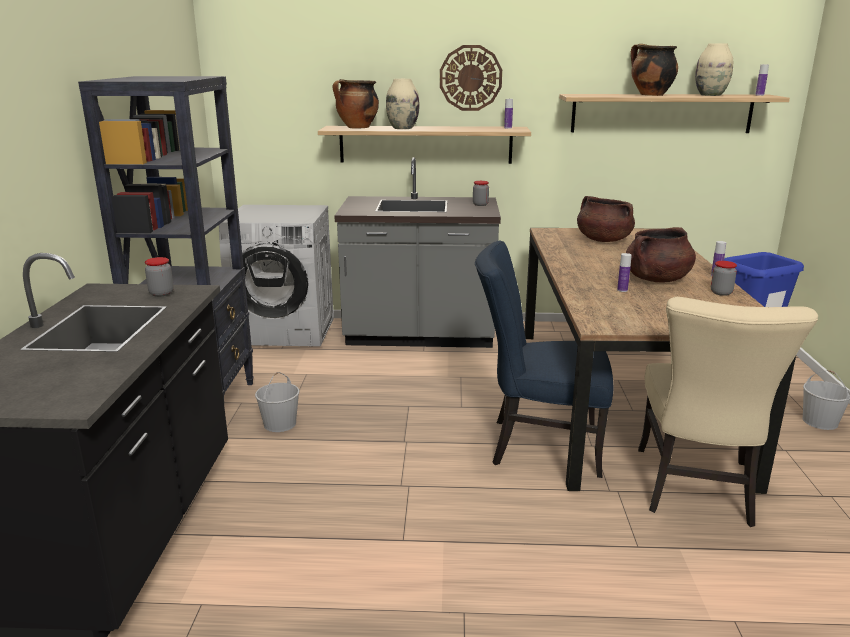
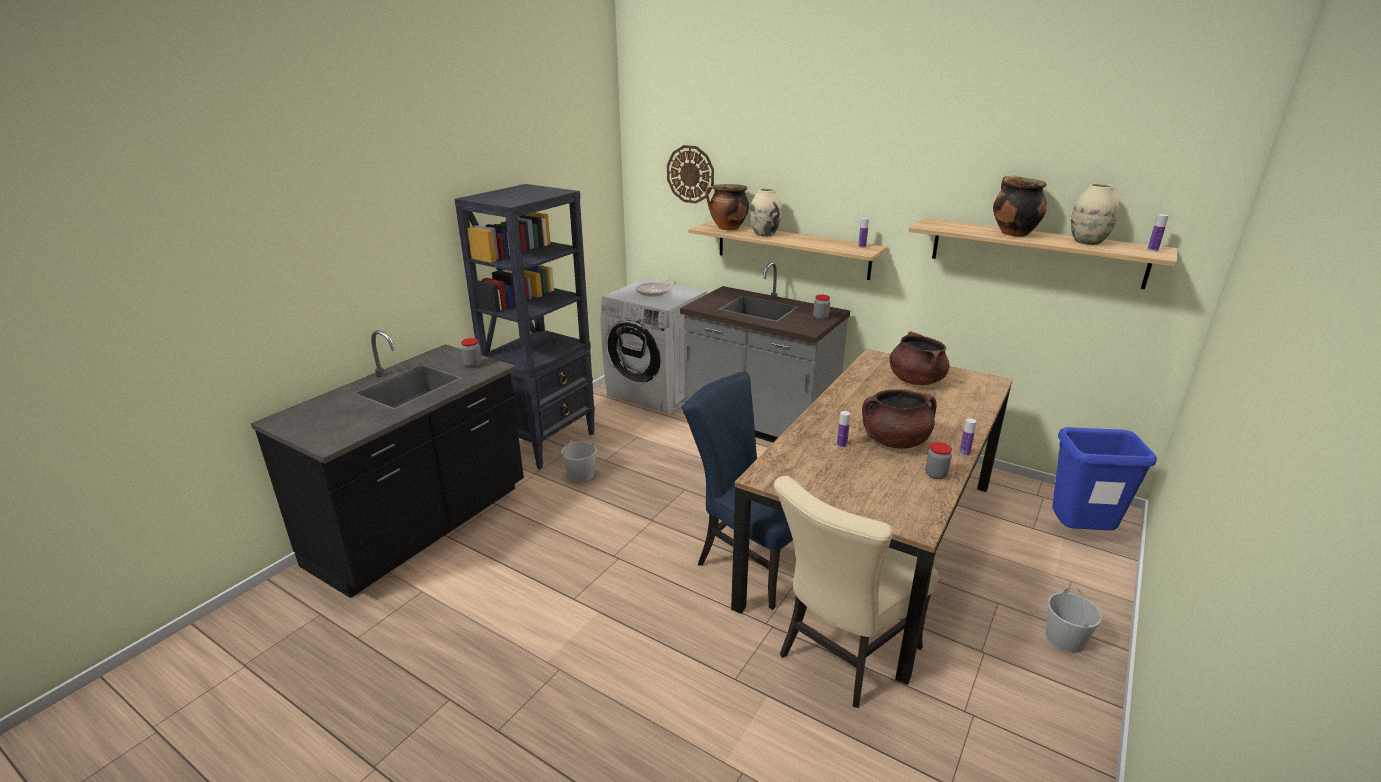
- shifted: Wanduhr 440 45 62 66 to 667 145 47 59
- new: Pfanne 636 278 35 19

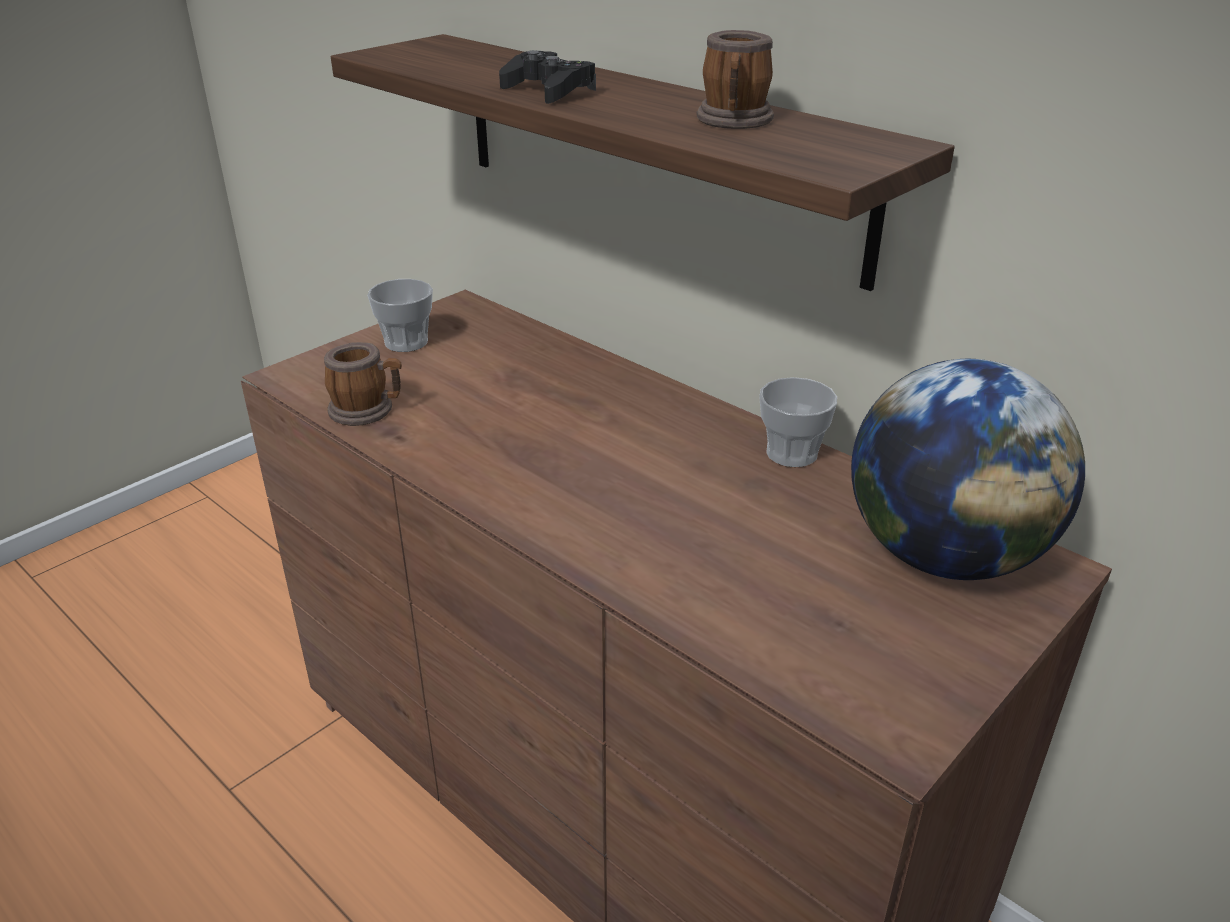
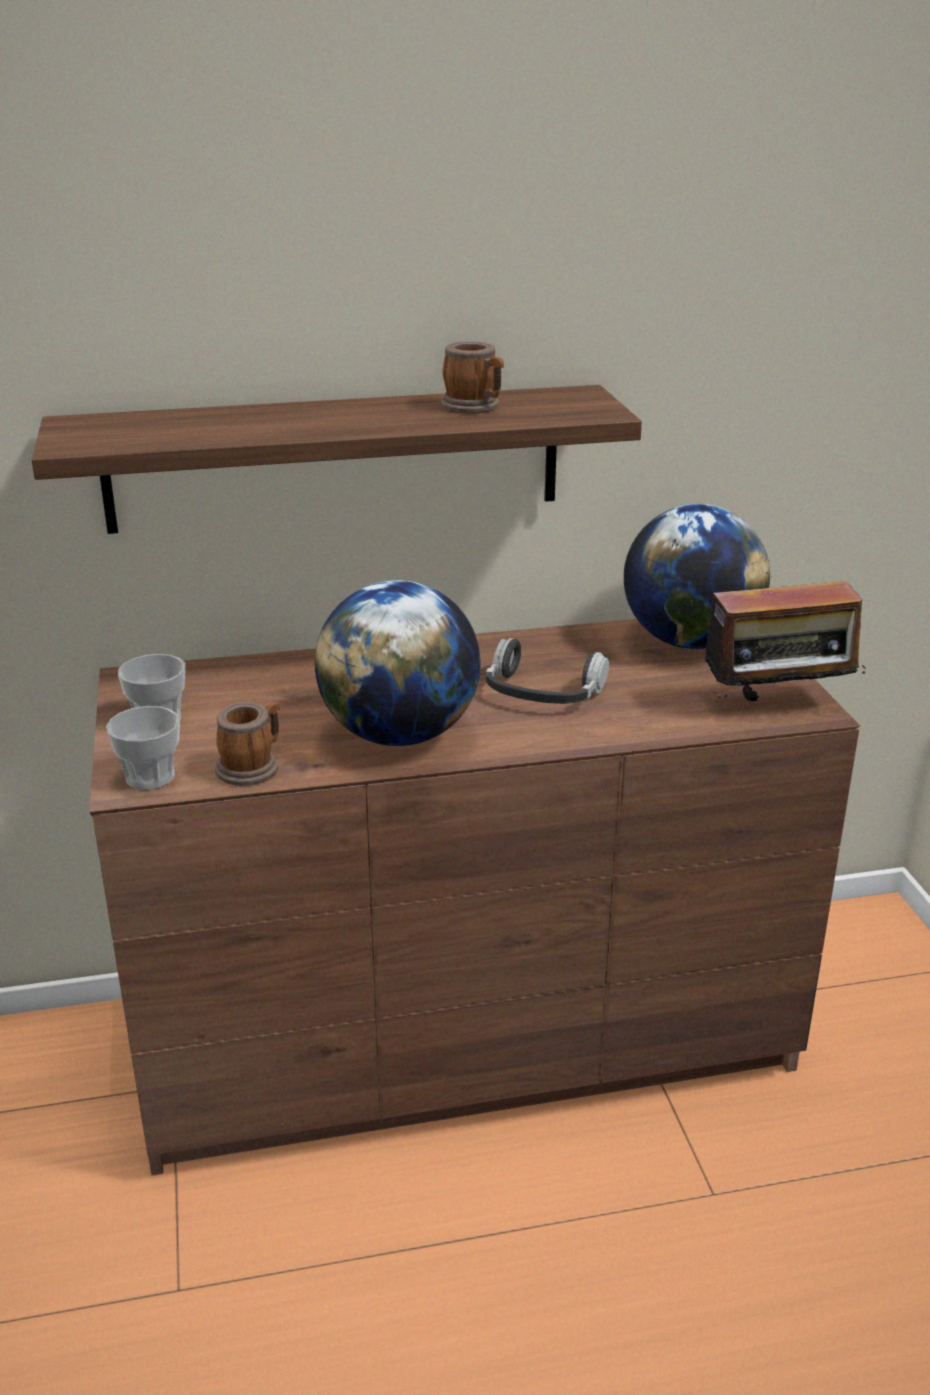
- gone: Gamepad (schwarz) 499 50 97 54
- shifted: Tasse 759 377 78 90 to 106 706 74 84
- new: Globus 315 580 166 166
- new: Kopfhörer 486 638 123 66
- new: Radio 695 559 172 143

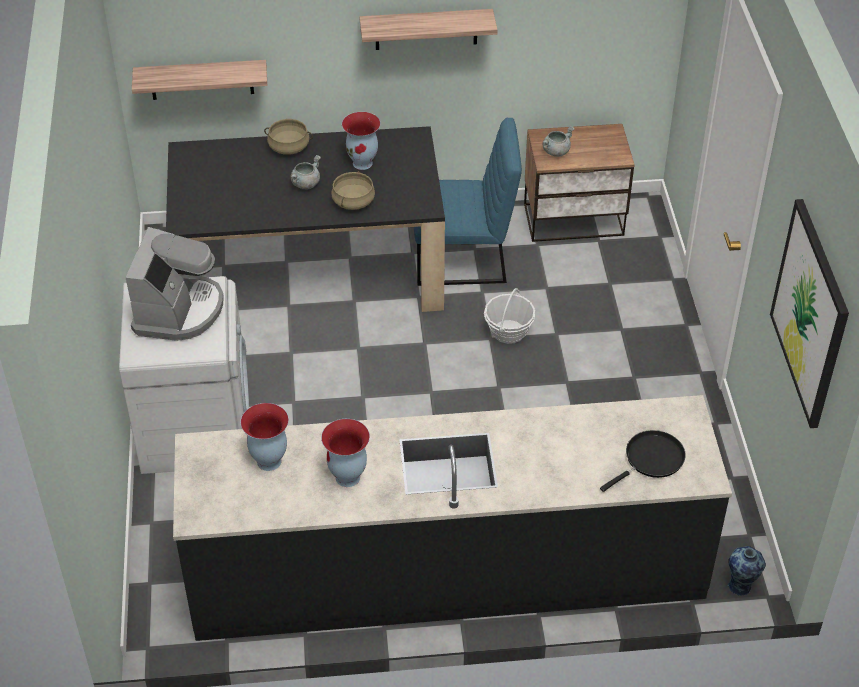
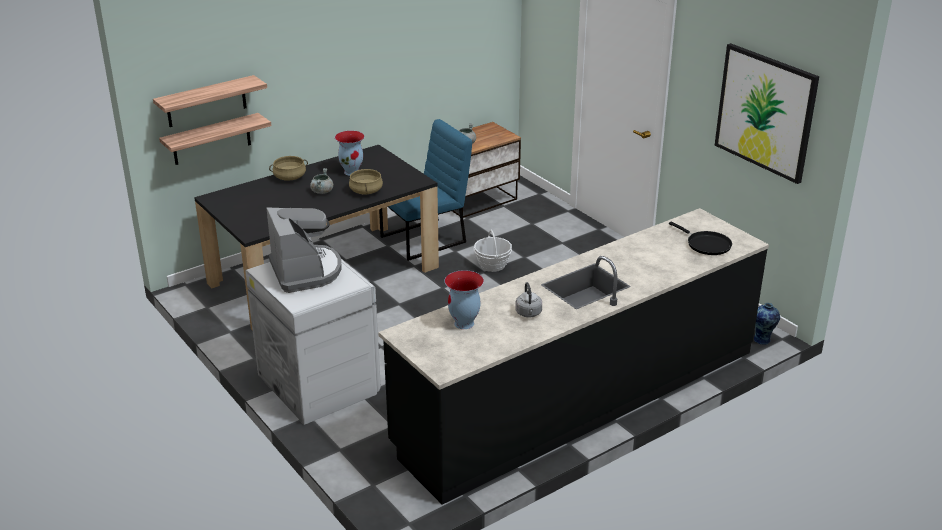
- swapped: Vase 321 419 49 68 to Wasserkessel (grau) 515 282 27 35
- shifted: Wandregal 360 9 138 41 to 153 75 114 52
- rotated: Pfanne (schwarz) 600 430 86 62 = 669 222 63 33 120 degrees clockwise

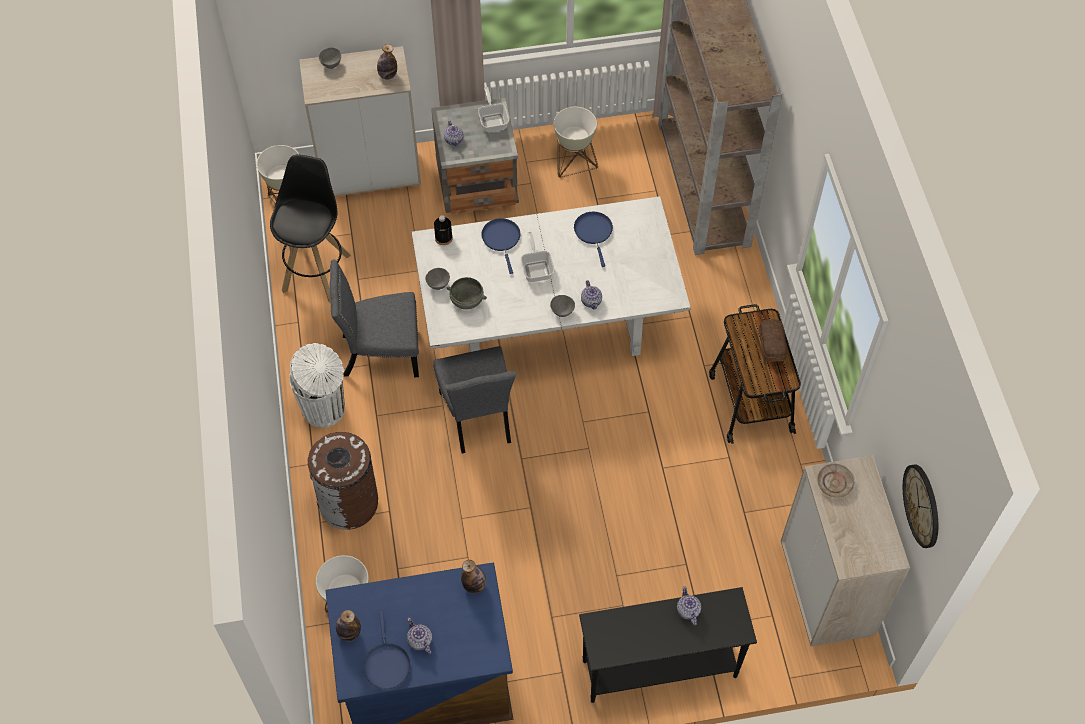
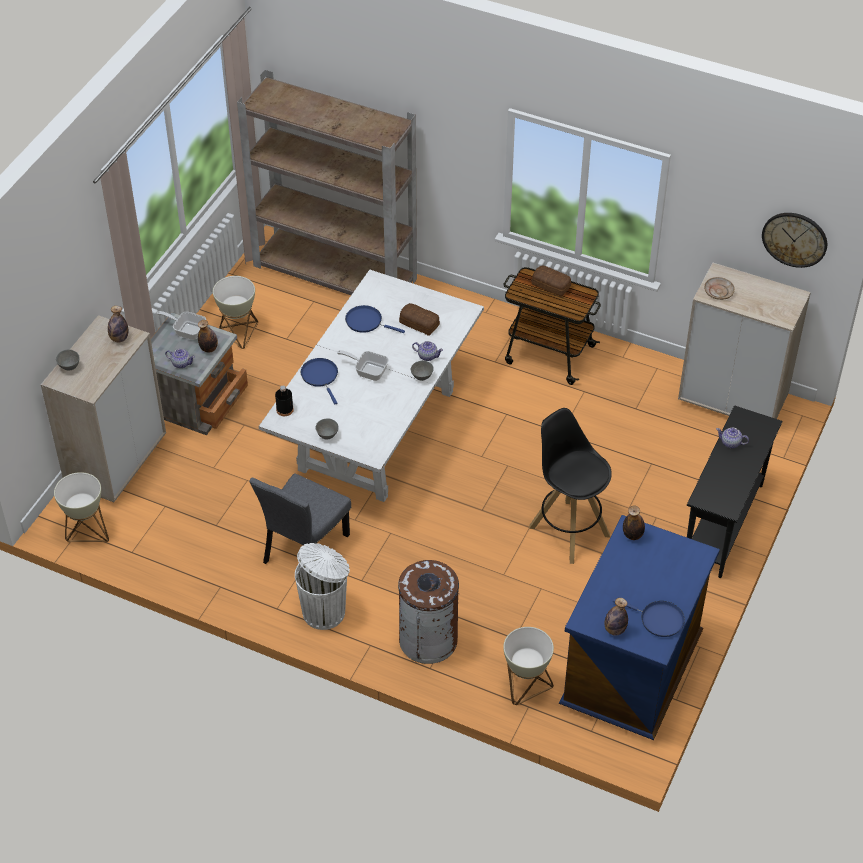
- shifted: Hocker (schwarz) 270 154 81 149 to 529 408 83 156
- gone: Teekanne 407 618 25 36
- gone: Stuhl (grau) 433 346 83 107
- gone: Schüssel (grau) 447 277 40 33
- rotated: Pfanne (blau) 481 218 40 56 = 301 358 37 47 45 degrees clockwise
- new: Flasche 198 320 20 33
- new: Brot 399 303 41 33

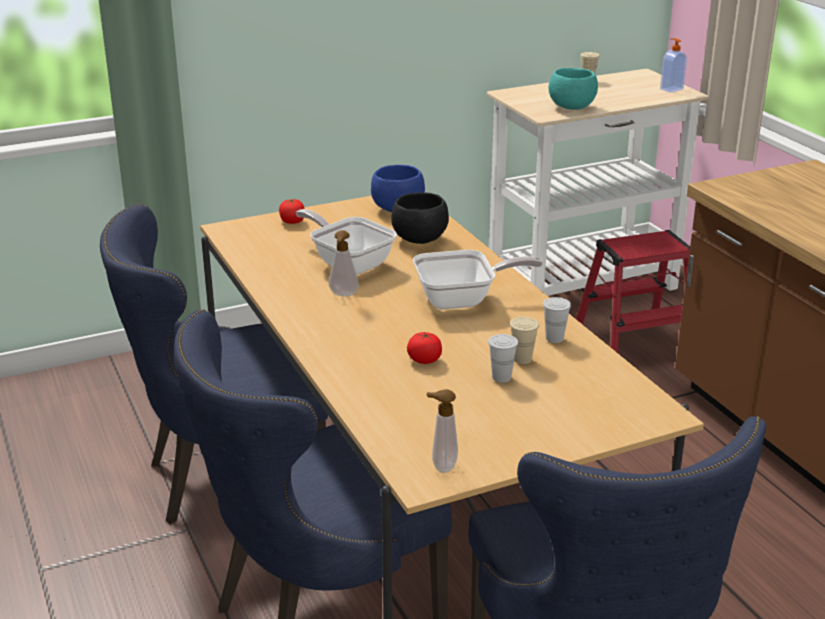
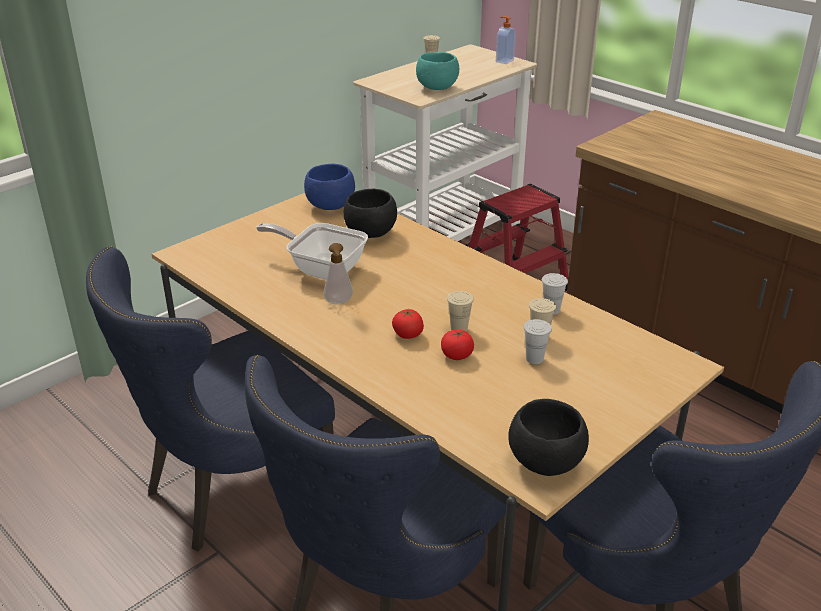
- shifted: Tomate 279 199 26 25 to 392 309 32 30
- gone: Pfanne 413 250 130 59
- swapped: Seifenspender 427 389 31 84 to Schüssel (schwarz) 508 399 81 77
- new: Tasse (beige) 447 291 27 41

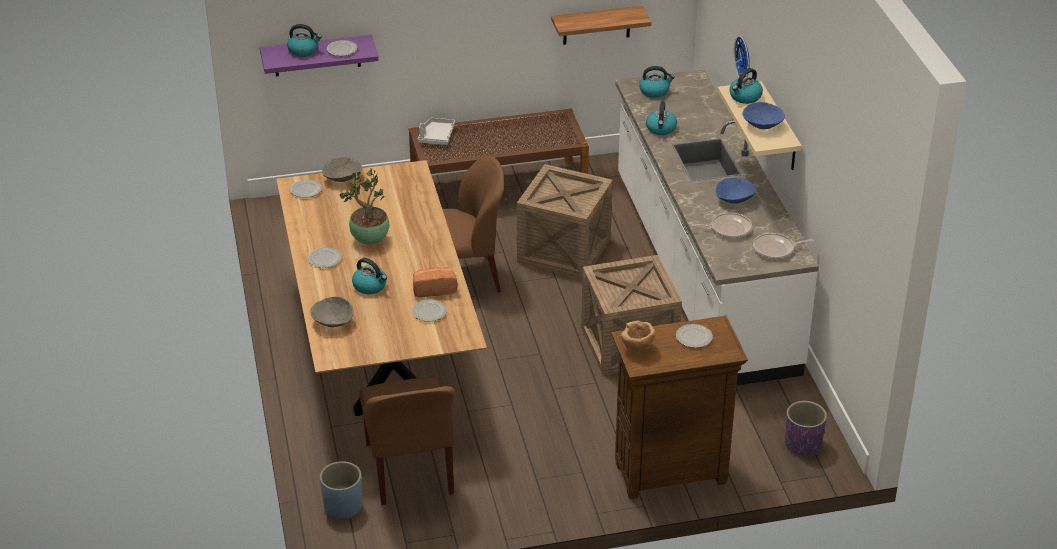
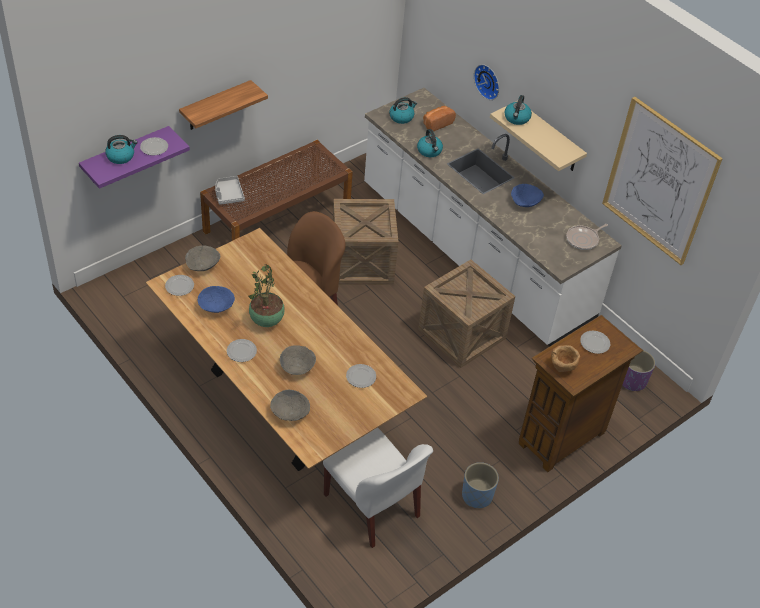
- shifted: Pflanzkübel (blau) 320 461 42 58 to 462 462 37 46
- swapped: Wasserkessel 352 258 35 36 to Schüssel (grau) 280 345 36 30
- repainted: Stuhl (braun) 359 378 96 127 to Stuhl (weiß) 323 428 110 120
- shifted: Brot 413 267 45 30 to 423 106 33 26
- shifted: Wandregal 551 6 101 39 to 179 80 89 50
- gone: Pfanne 691 213 61 26
- shifted: Schüssel (blau) 742 102 43 27 to 198 286 37 27
- new: Bild 602 97 121 168

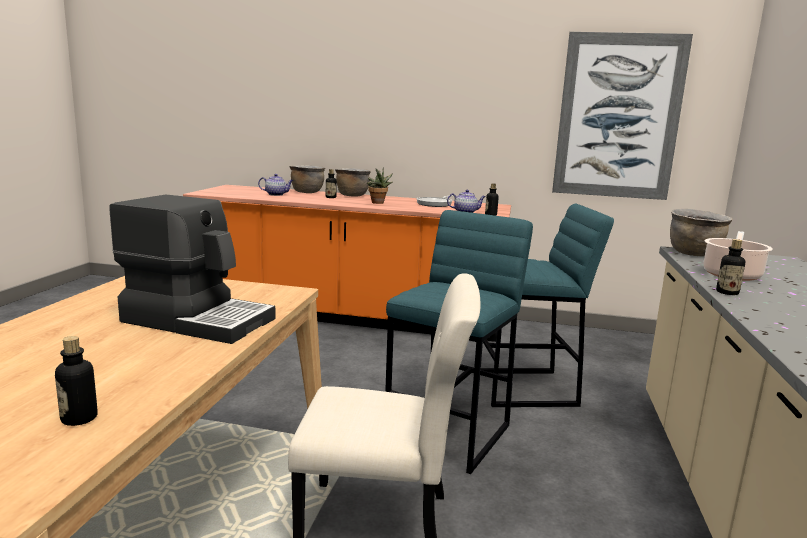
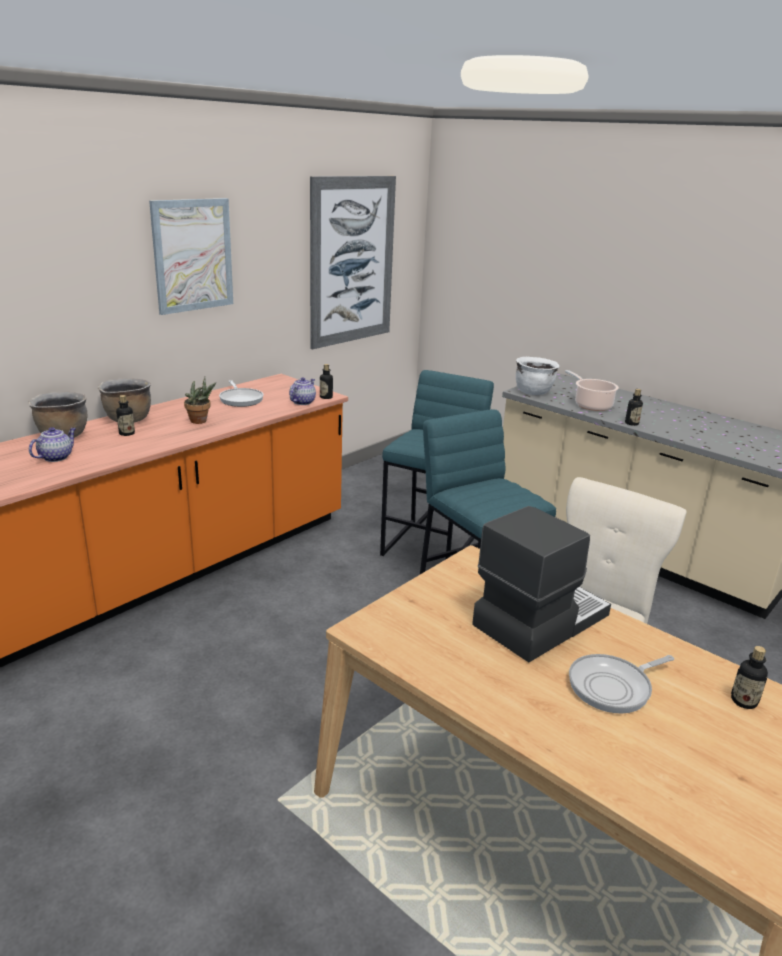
- repainted: Kochtopf (braun) 670 208 62 48 to Kochtopf (weiß) 516 357 43 38
- new: Bild 149 198 84 117
- new: Pfanne 569 654 105 60

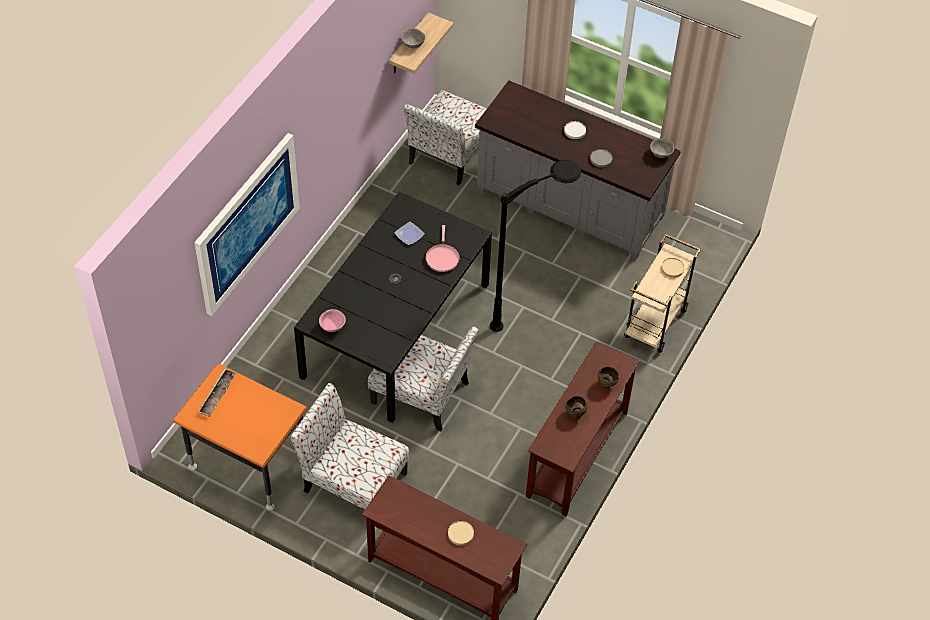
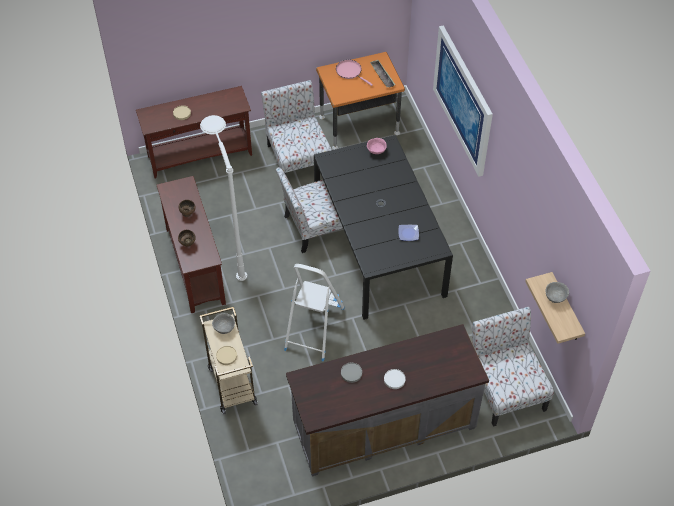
- rotated: Stuhl 290 383 119 127 = 261 80 71 94 90 degrees counterclockwise
- shifted: Pfanne (rosa) 425 225 35 47 to 336 60 37 26
- swapped: Stehlampe (schwarz) 490 160 91 172 to Trittleiter (weiß) 284 264 61 97
- shifted: Schüssel (grau) 650 138 24 20 to 212 313 23 21
- new: Stehlampe (weiß) 200 115 47 166

